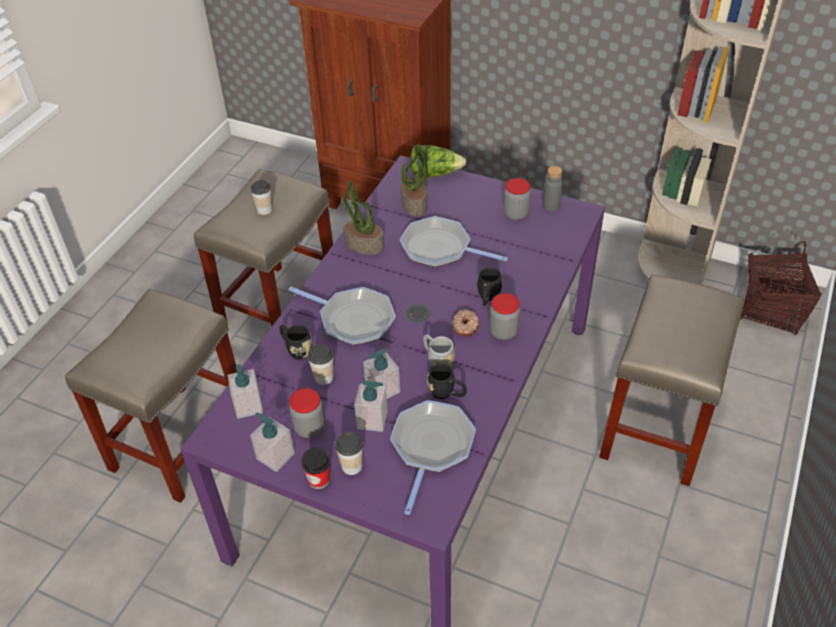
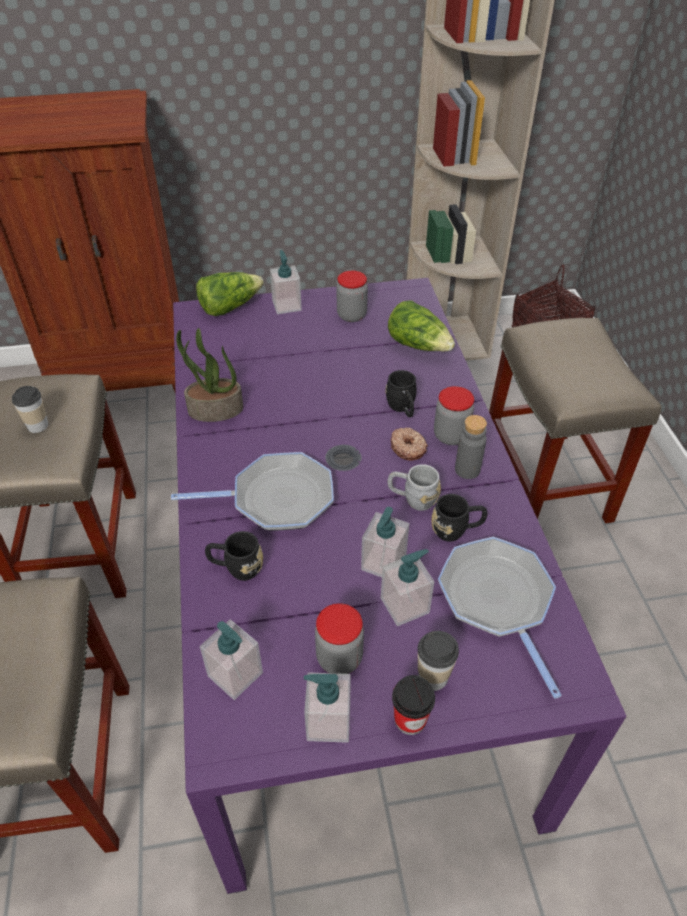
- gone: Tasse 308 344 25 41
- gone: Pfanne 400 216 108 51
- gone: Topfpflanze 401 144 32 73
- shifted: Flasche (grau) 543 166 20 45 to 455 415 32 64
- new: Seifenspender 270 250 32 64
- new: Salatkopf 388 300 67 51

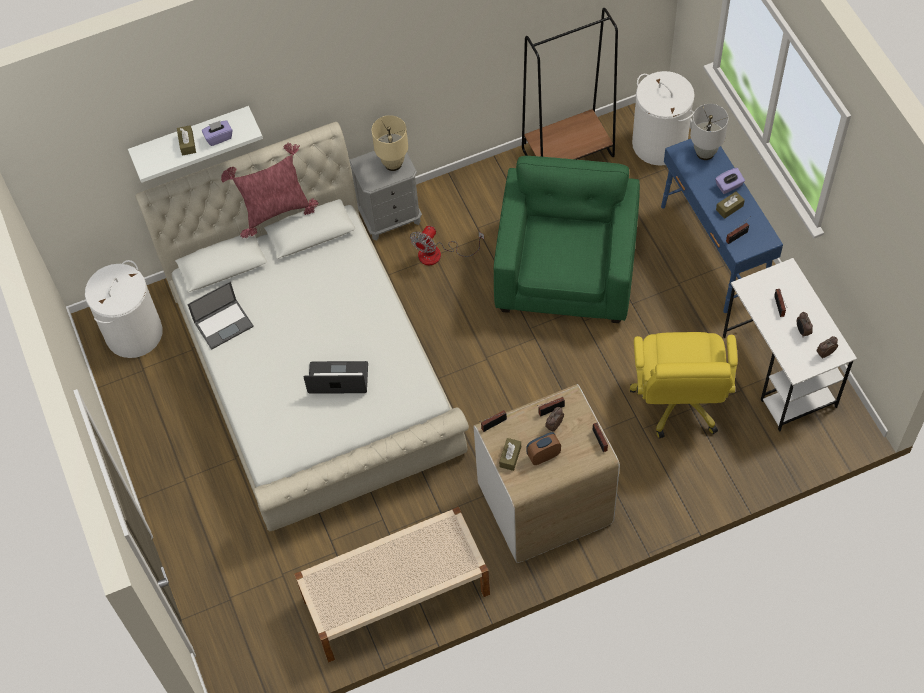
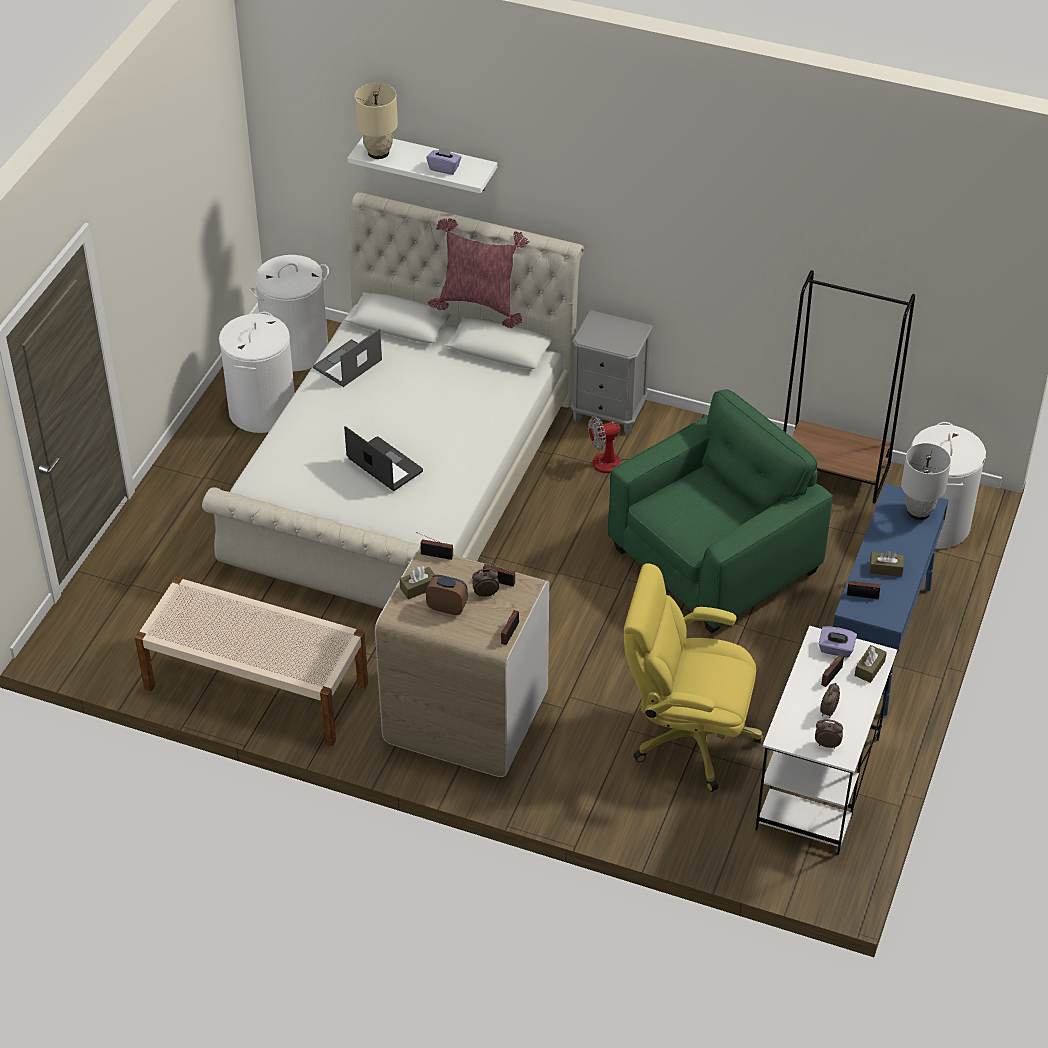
- shifted: Taschentuchbox (braun) 177 125 19 31 to 854 645 33 38
- rotated: Laptop 187 281 67 69 = 313 328 69 59 120 degrees clockwise
- shifted: Tischlampe (beige) 372 115 36 56 to 354 83 44 76
- rotated: Bürostuhl (gelb) 630 332 108 107 = 624 563 140 229 60 degrees clockwise
- shifted: Taschentuchbox (lila) 715 168 30 26 to 819 626 38 32
- new: Wäschekorb (weiß) 219 312 76 121

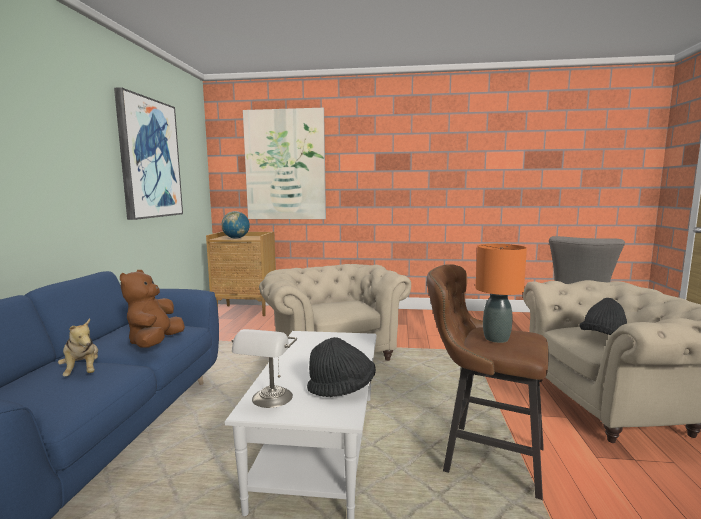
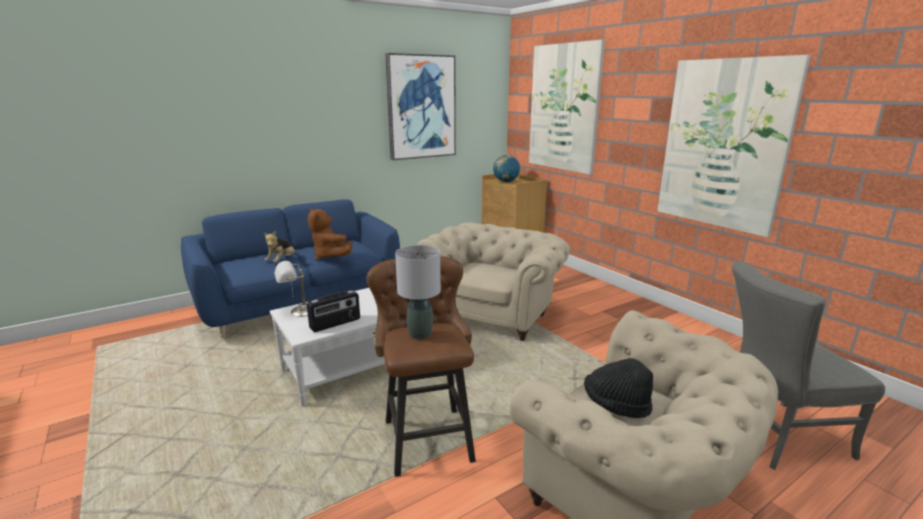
- rotated: Plüschtier (braun) 120 270 65 78 = 308 208 45 52 90 degrees counterclockwise
- swapped: Hut (schwarz) 307 337 69 60 to Radio 307 290 53 42
- repainted: Tischlampe (orange) 476 244 51 99 to Tischlampe (grau) 395 245 46 95
- new: Bild 657 55 154 182

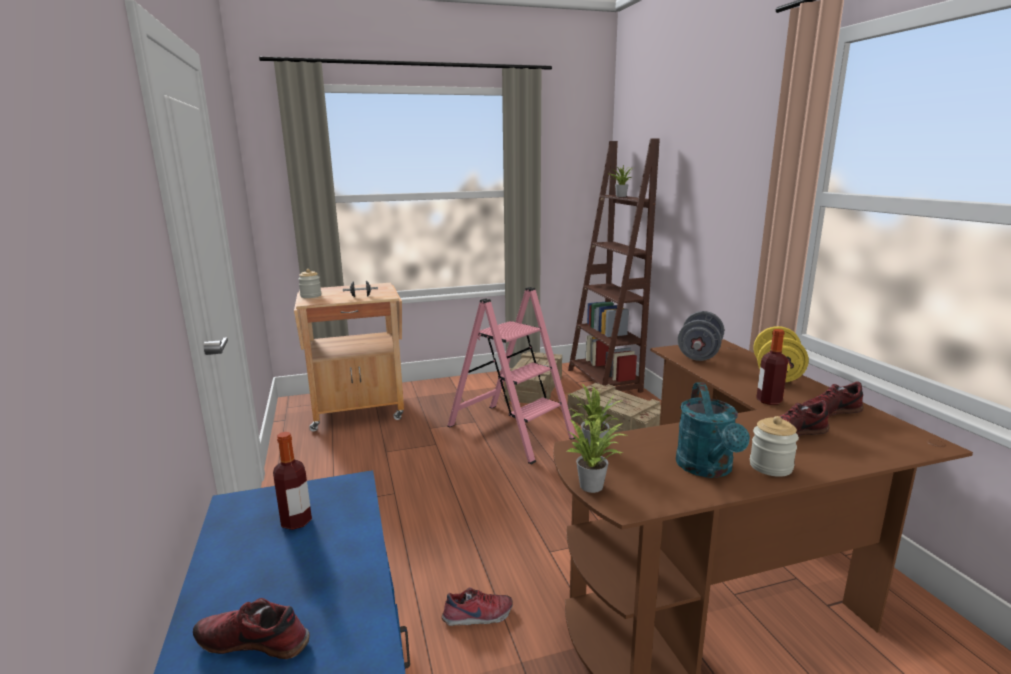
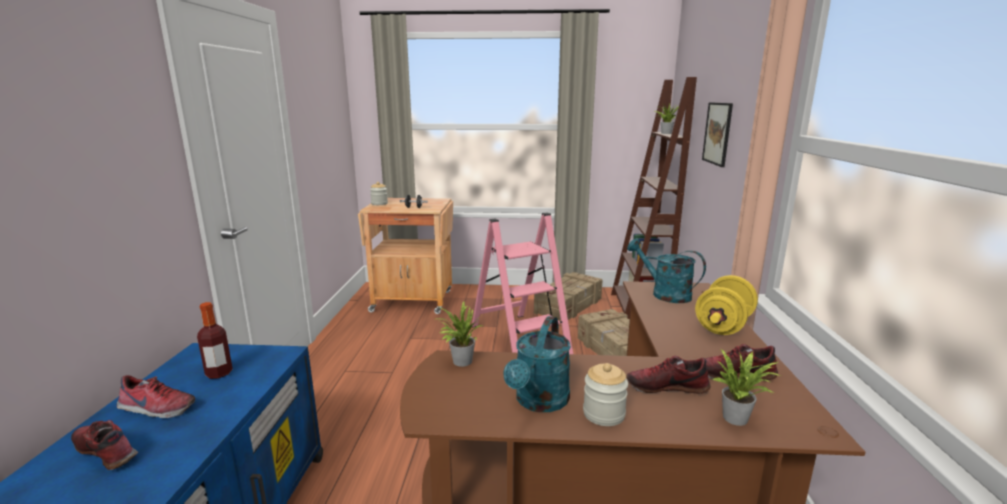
- shifted: Schuh 442 587 71 39 to 117 375 78 43
- shifted: Topfpflanze 566 417 59 76 to 712 349 69 77
- swapped: Hantel (grau) 678 311 46 50 to Gießkanne (türkis) 627 238 79 65
- gone: Flasche 756 329 32 76
- new: Bild 702 102 31 65

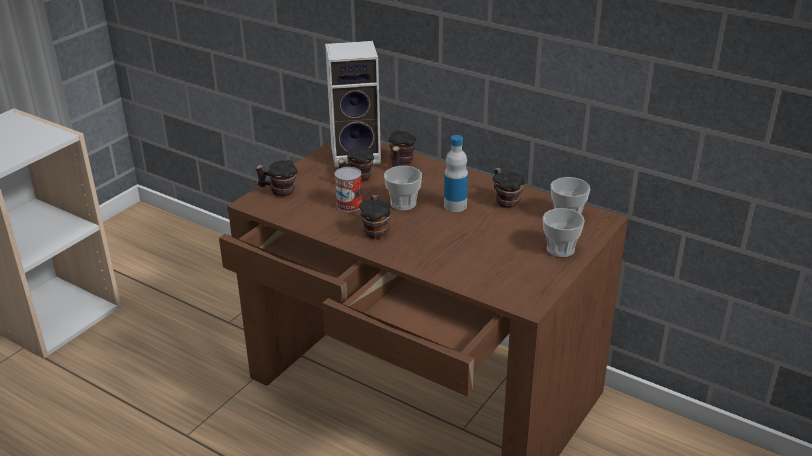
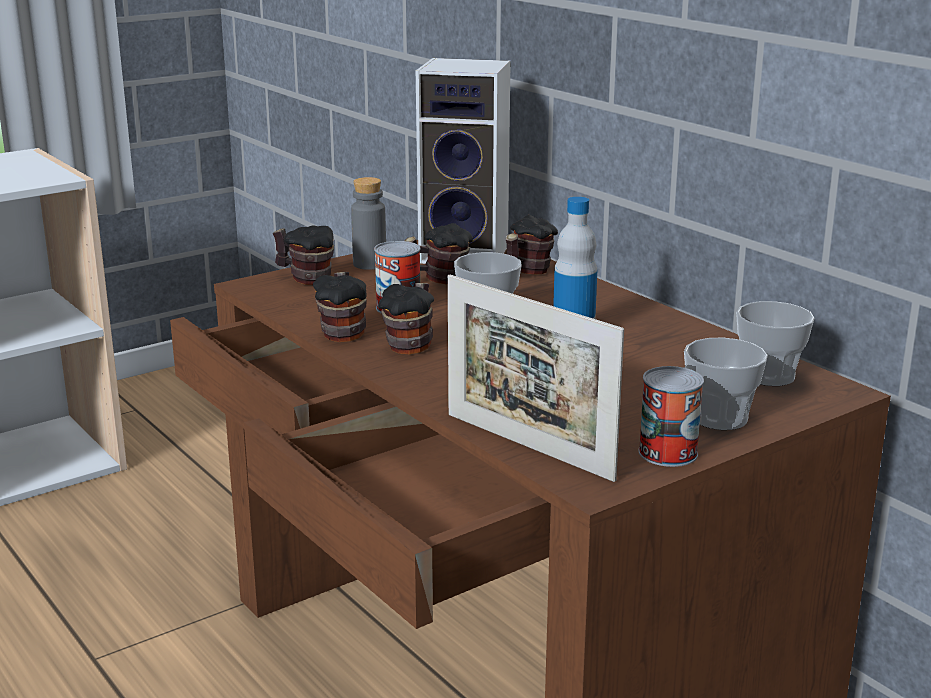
- shifted: Henkelbecher 493 168 31 41 to 313 272 54 70
- new: Flasche (grau) 351 177 35 93
- new: Bilderrahmen 448 275 176 207
- new: Dose 639 366 65 101

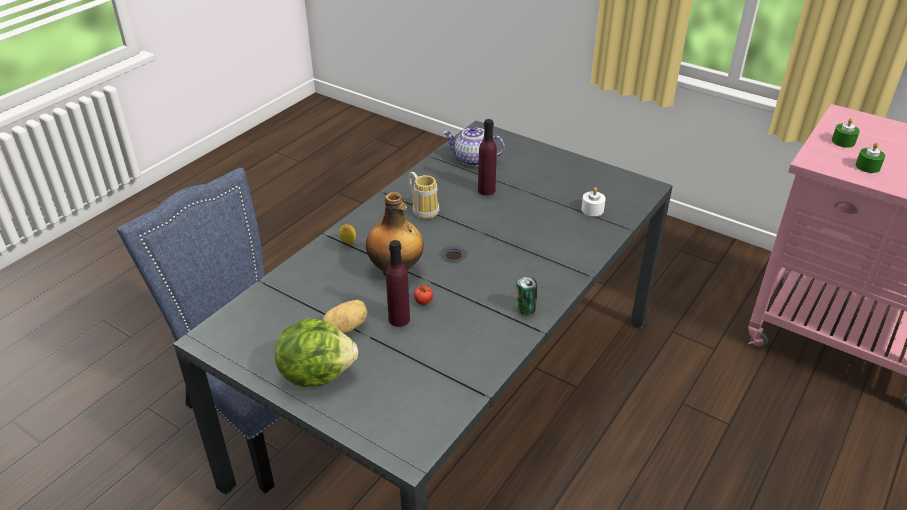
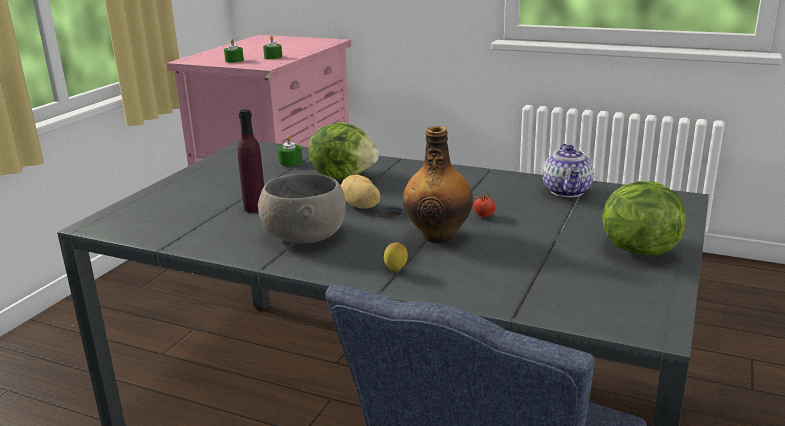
- shifted: Kartoffel 323 300 44 33 to 341 174 39 35
- gone: Flasche (lila) 386 240 24 87
- swapped: Henkelbecher 408 172 31 47 to Schüssel (grau) 258 173 88 70
- shifted: Teekanne 443 126 62 40 to 543 144 51 53
- gone: Dose 516 277 21 38
- repainted: Kerze (weiß) 581 187 25 29 to Kerze (grün) 277 135 26 32
- new: Salatkopf 309 122 70 57

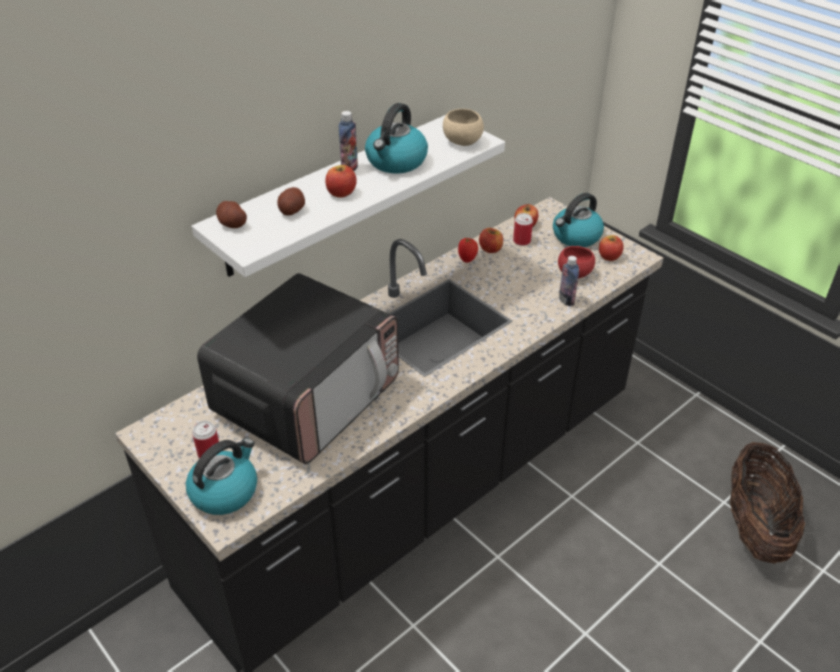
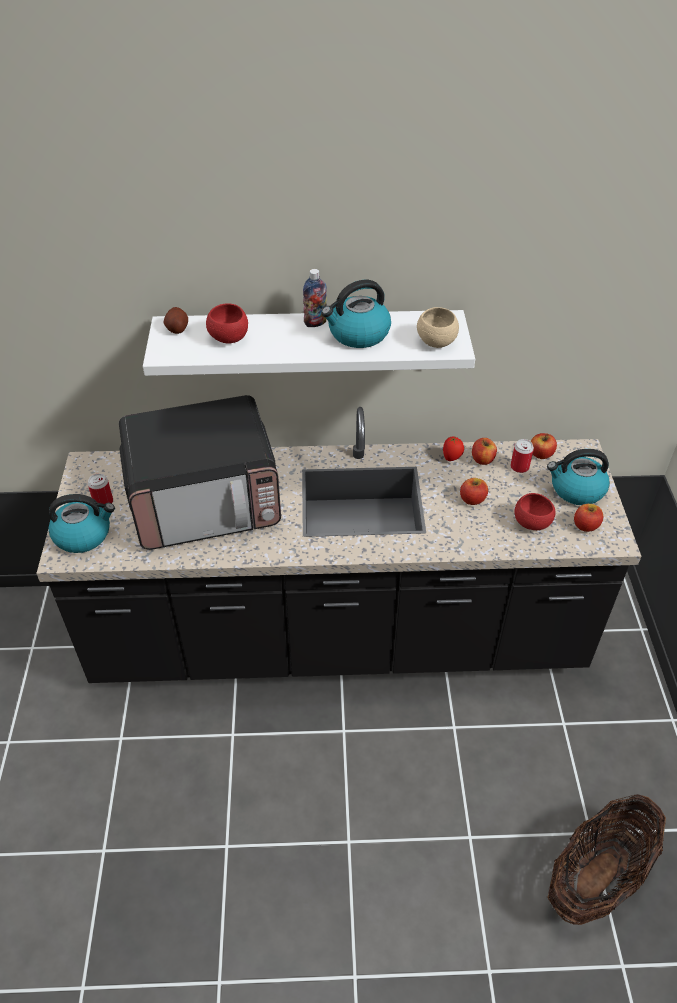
- swapped: Kartoffel 277 187 28 29 to Schüssel (rot) 206 303 42 41
- shifted: Apfel 325 165 32 33 to 460 478 28 27
- gone: Flasche 559 256 20 50

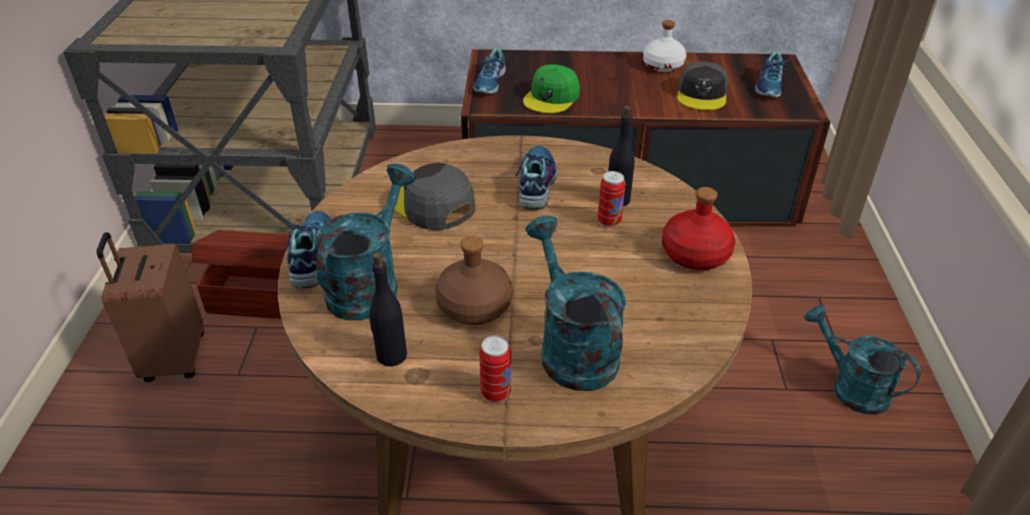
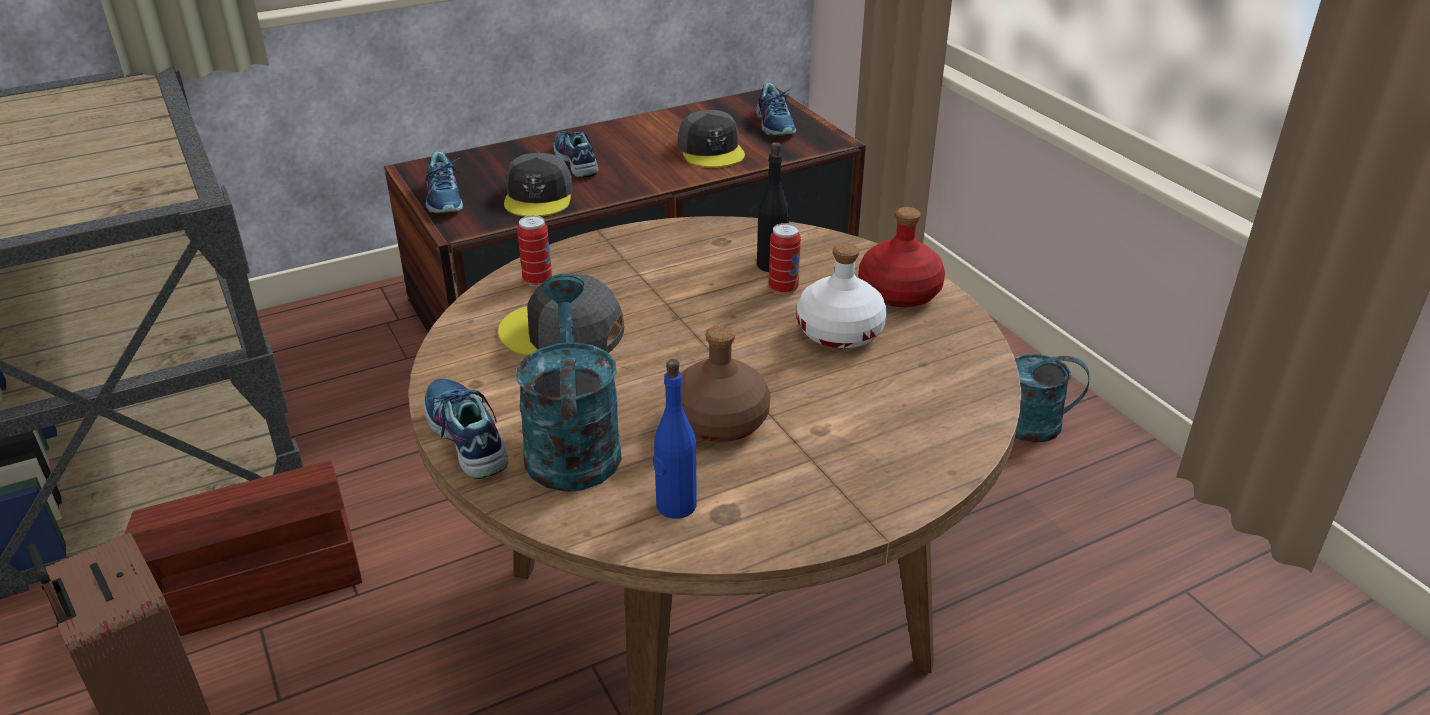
- repainted: Flasche (schwarz) 369 252 38 114 to Flasche (blau) 653 359 44 160
- shifted: Dose 479 336 32 66 to 517 215 35 71
- shifted: Schuh 515 146 43 64 to 554 131 44 47
- repainted: Kappe (grün) 523 64 57 49 to Kappe (grau) 504 153 69 63
- gone: Gießkanne (türkis) 526 216 100 175
- shifted: Flasche (weiß) 643 20 43 52 to 797 243 90 105

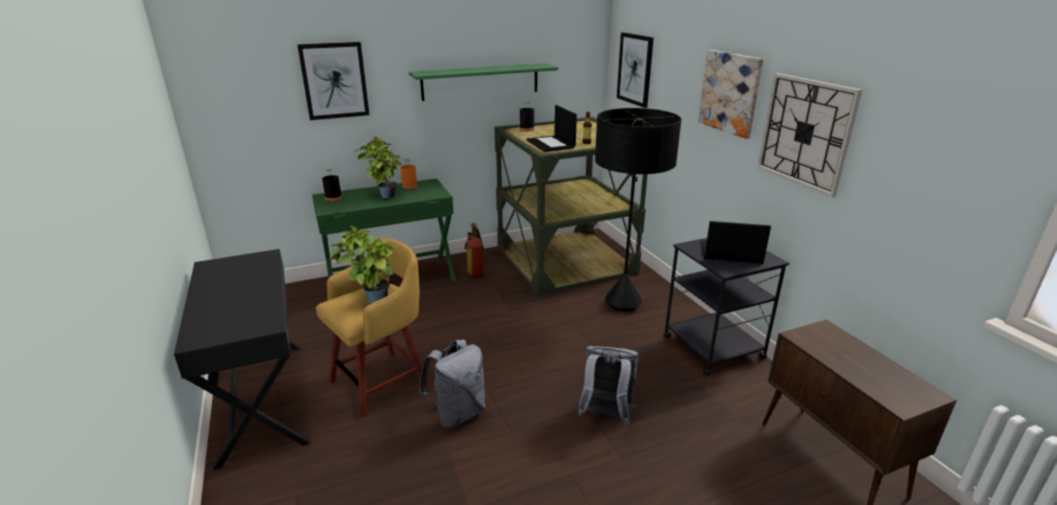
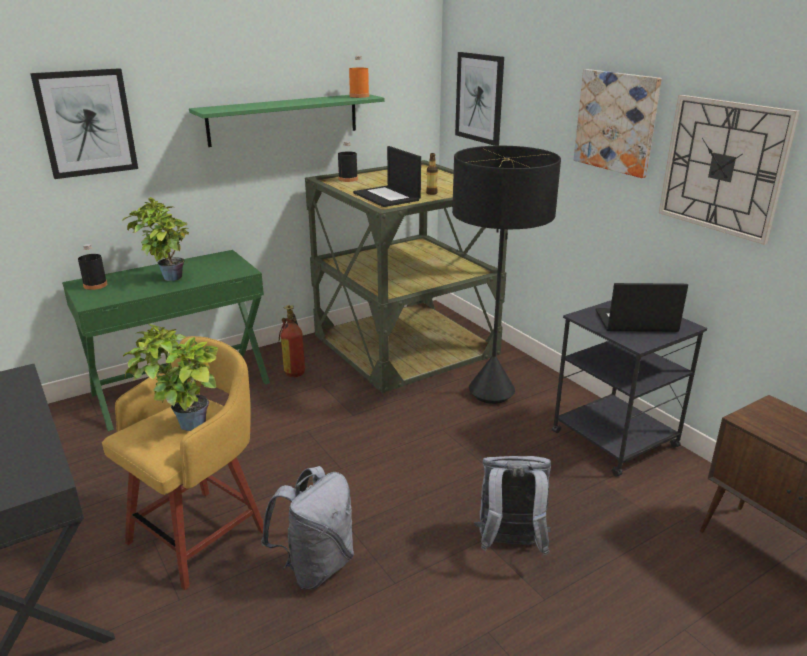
- shifted: Flasche (orange) 400 158 18 31 to 349 56 20 42

